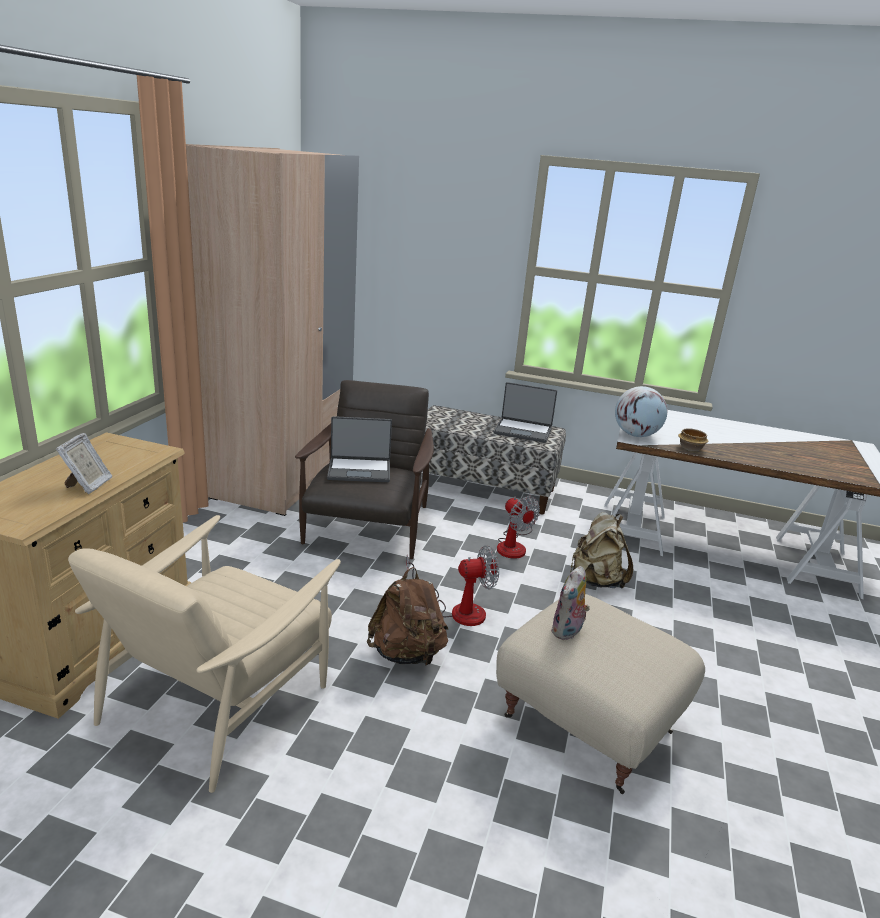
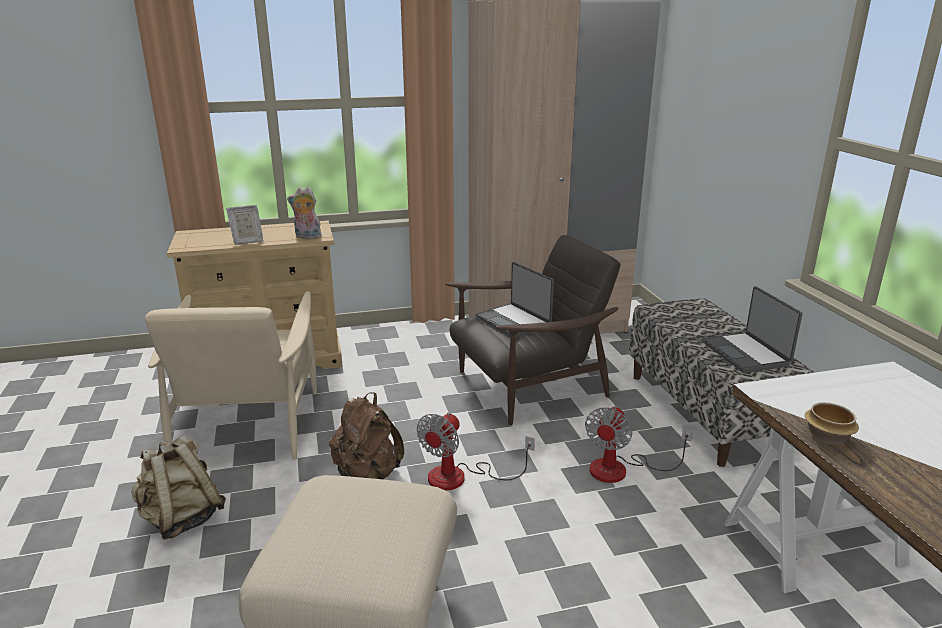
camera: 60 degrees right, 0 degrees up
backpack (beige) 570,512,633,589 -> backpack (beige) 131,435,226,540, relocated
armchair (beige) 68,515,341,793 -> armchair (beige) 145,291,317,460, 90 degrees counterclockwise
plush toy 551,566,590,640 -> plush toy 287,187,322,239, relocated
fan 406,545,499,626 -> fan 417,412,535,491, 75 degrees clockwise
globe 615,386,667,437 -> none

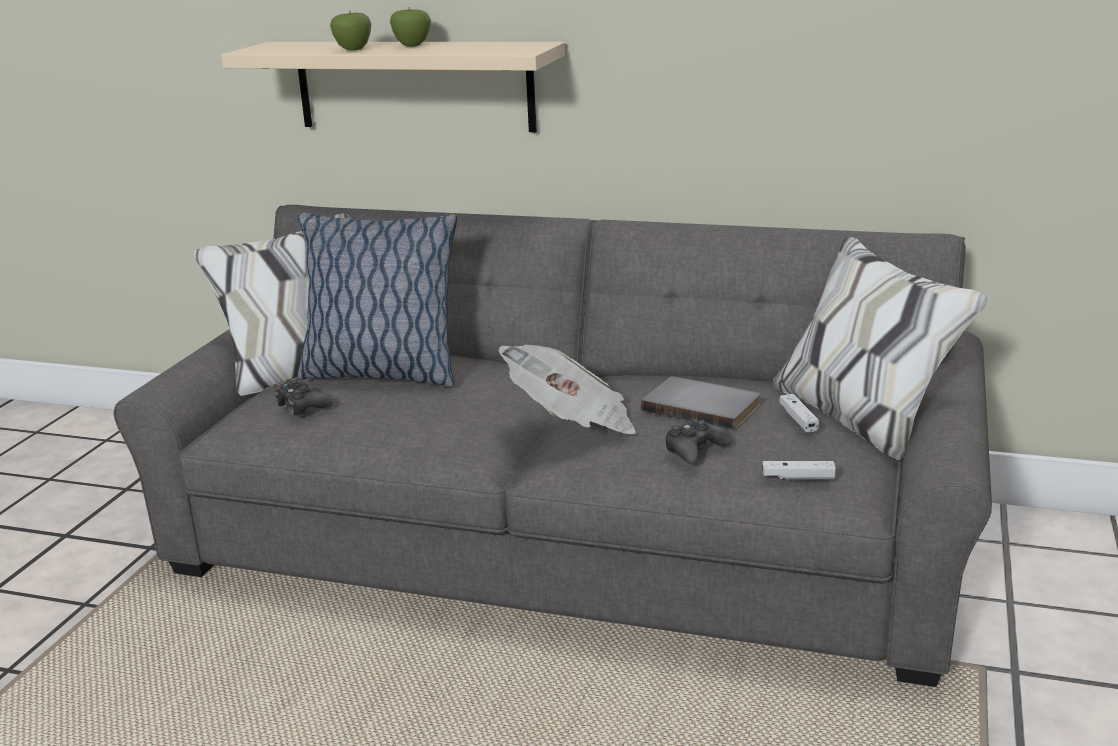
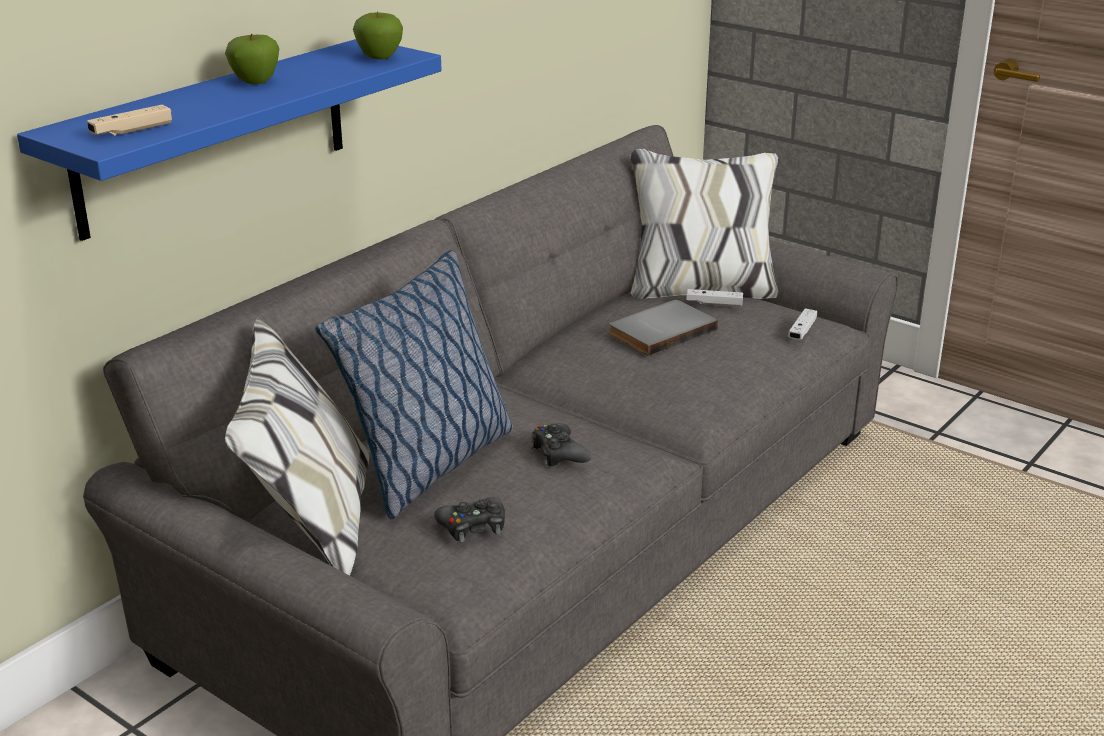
camera: 70 degrees left, 5 degrees up
shelf (beige) 221,42,565,132 -> shelf (blue) 17,39,441,241
none -> game controller (beige) 87,105,172,136
apple 330,11,371,50 -> apple 353,12,403,59, relocated
game controller (black) 666,419,732,464 -> game controller (black) 530,423,591,466, relocated
newspaper 499,345,636,434 -> none

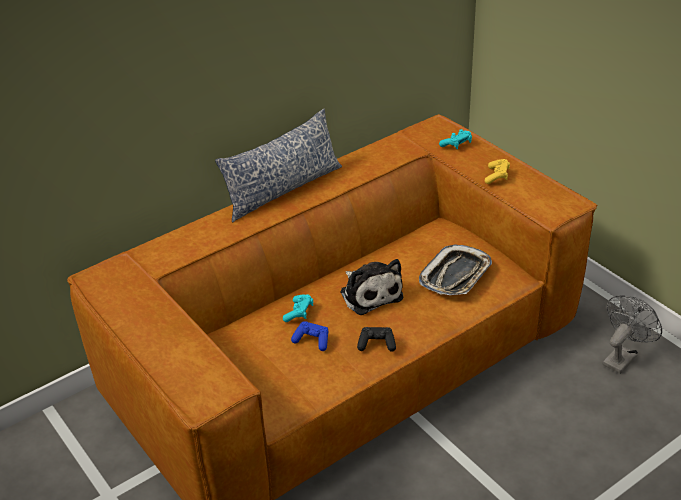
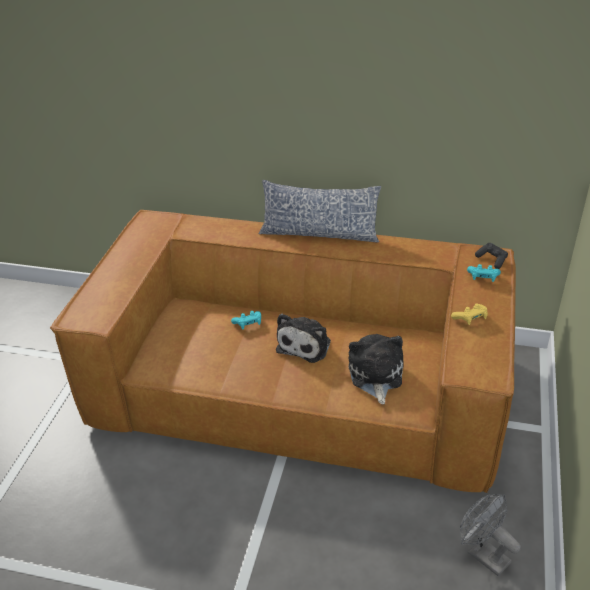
camera: 50 degrees right, 0 degrees up
tray 419,245,492,295 -> plush toy 348,334,404,404
fan (grey) 603,295,662,374 -> fan (grey) 460,494,521,576, 135 degrees counterclockwise
game controller (black) 357,327,396,352 -> game controller (black) 475,243,508,269, relocated
game controller (blue) 291,321,328,351 -> none

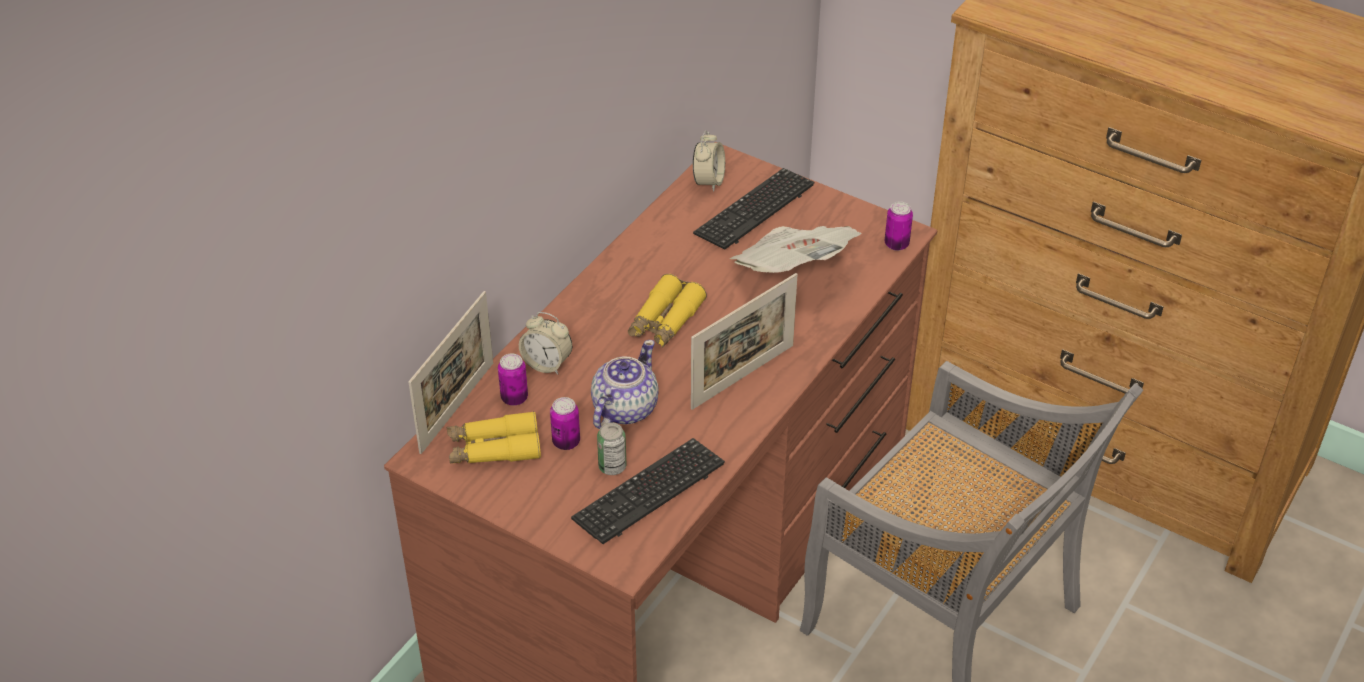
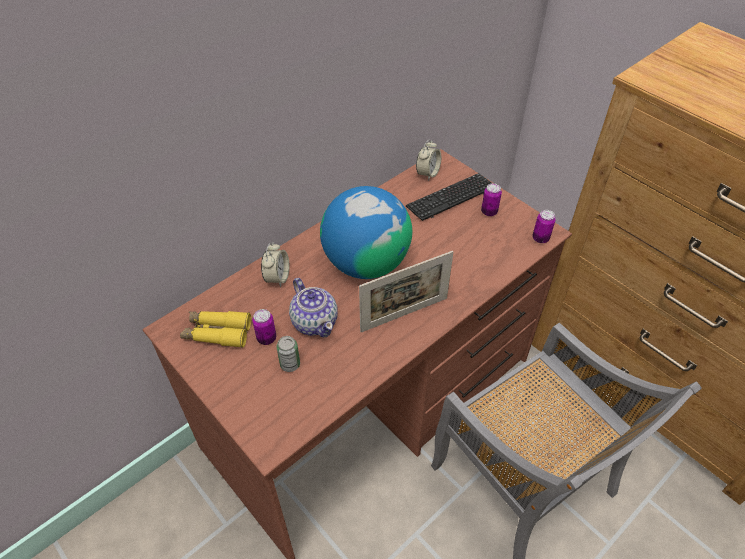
camera: 15 degrees right, 5 degrees up
alarm clock 519,312,572,374 -> alarm clock 261,243,290,287, 120 degrees counterclockwise
teapot 591,340,659,429 -> teapot 289,278,338,337, 105 degrees clockwise
binoculars (yellow) 628,274,707,347 -> globe 320,186,412,279
can 498,354,528,406 -> can 481,183,502,216, relocated
picture frame 408,291,493,454 -> none
keyboard 571,438,725,544 -> none
newspaper 730,226,861,273 -> none

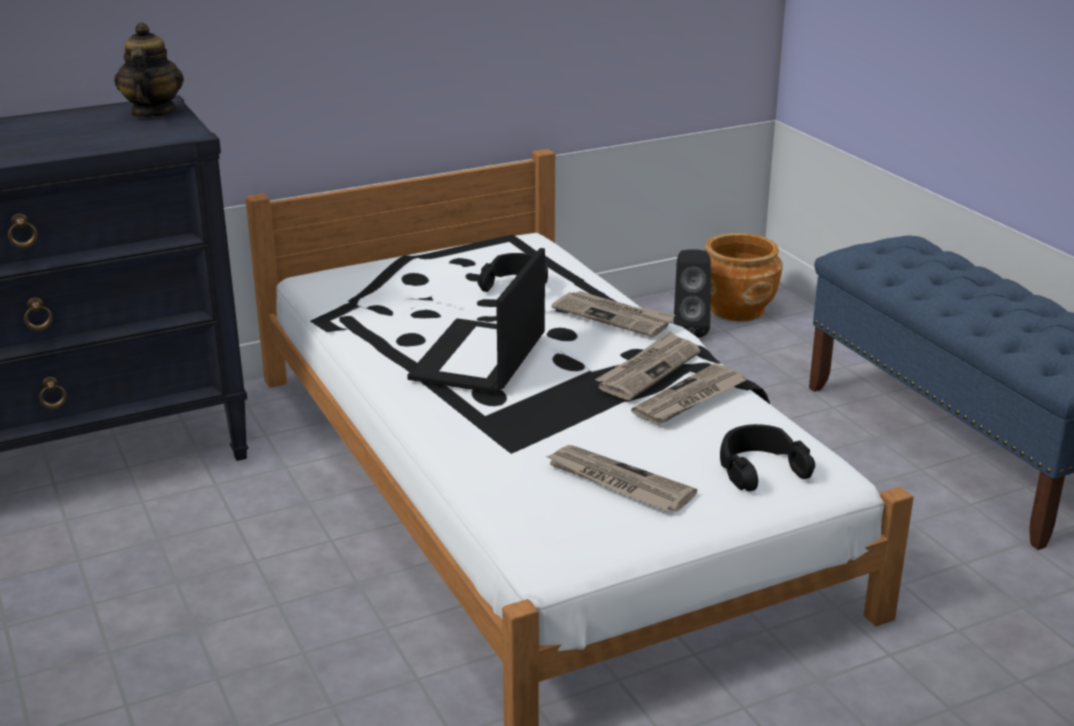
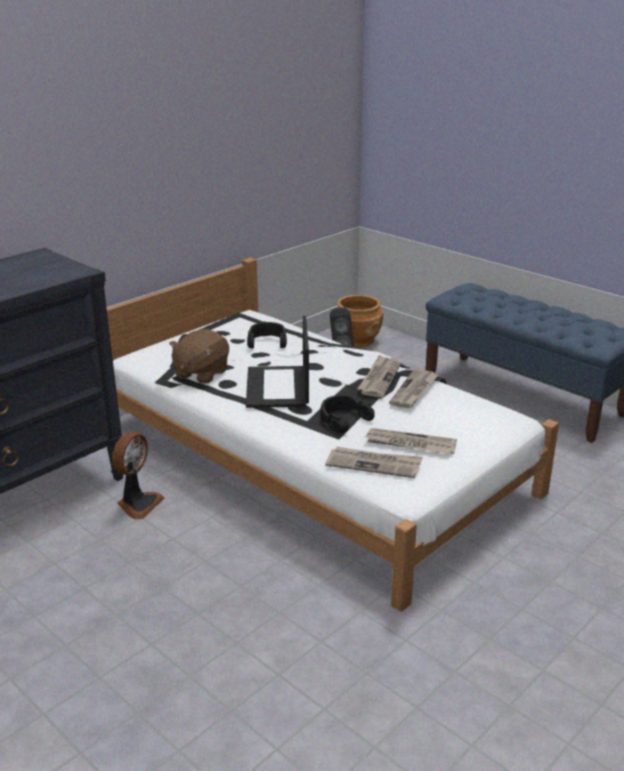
camera: 20 degrees left, 0 degrees up
none -> fan 112,432,164,519
none -> plush toy (brown) 169,329,229,384
headphones (black) 720,424,815,492 -> headphones (black) 320,395,375,433, relocated
newspaper 552,291,675,337 -> newspaper 325,447,423,478, relocated
teapot 114,22,184,118 -> none

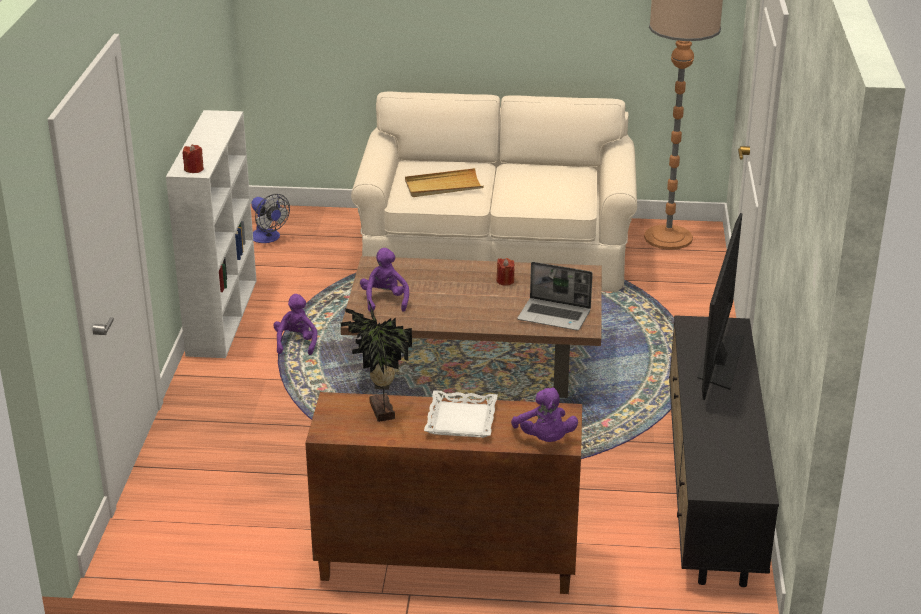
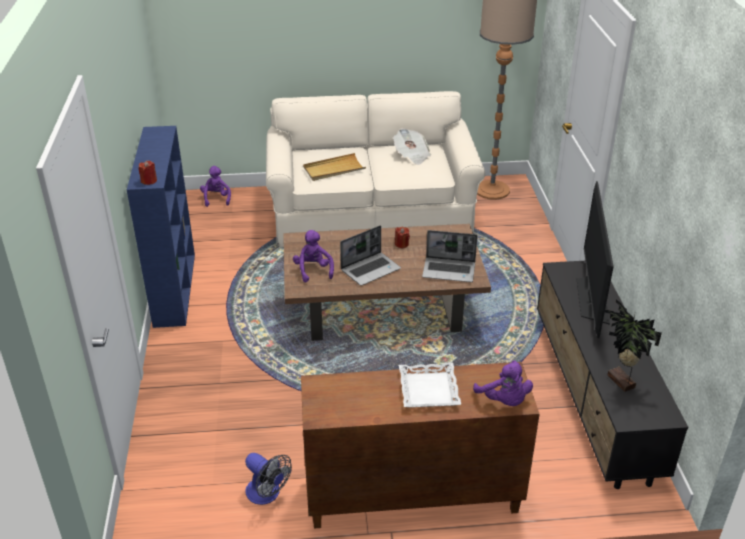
camera: 10 degrees left, 5 degrees up
bookcase (white) 166,110,257,358 -> bookcase (blue) 127,126,195,328
plush toy (purple) 273,294,317,355 -> plush toy (purple) 200,166,231,207, relocated
fan 251,194,290,243 -> fan 245,453,292,505, relocated
none -> laptop 340,225,401,286
none -> newspaper 393,128,431,165
potted plant 341,299,412,422 -> potted plant 605,299,662,392, relocated

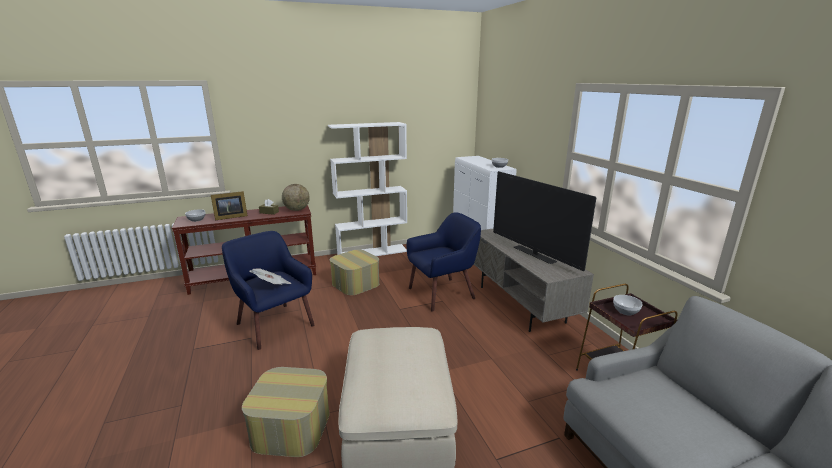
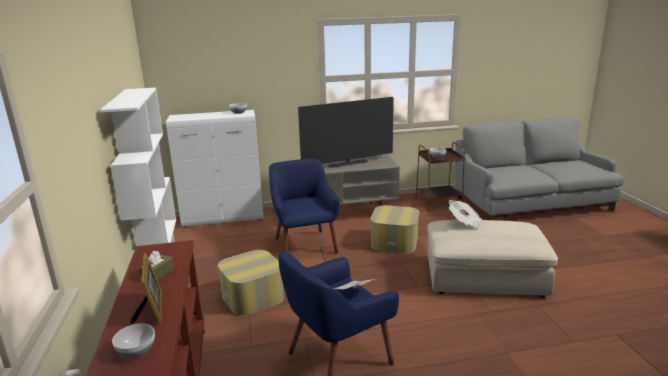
camera: 80 degrees left, 0 degrees up
ottoman 242,367,330,457 -> ottoman 370,205,419,254, relocated
none -> newspaper 449,200,483,230
globe 282,184,310,211 -> none

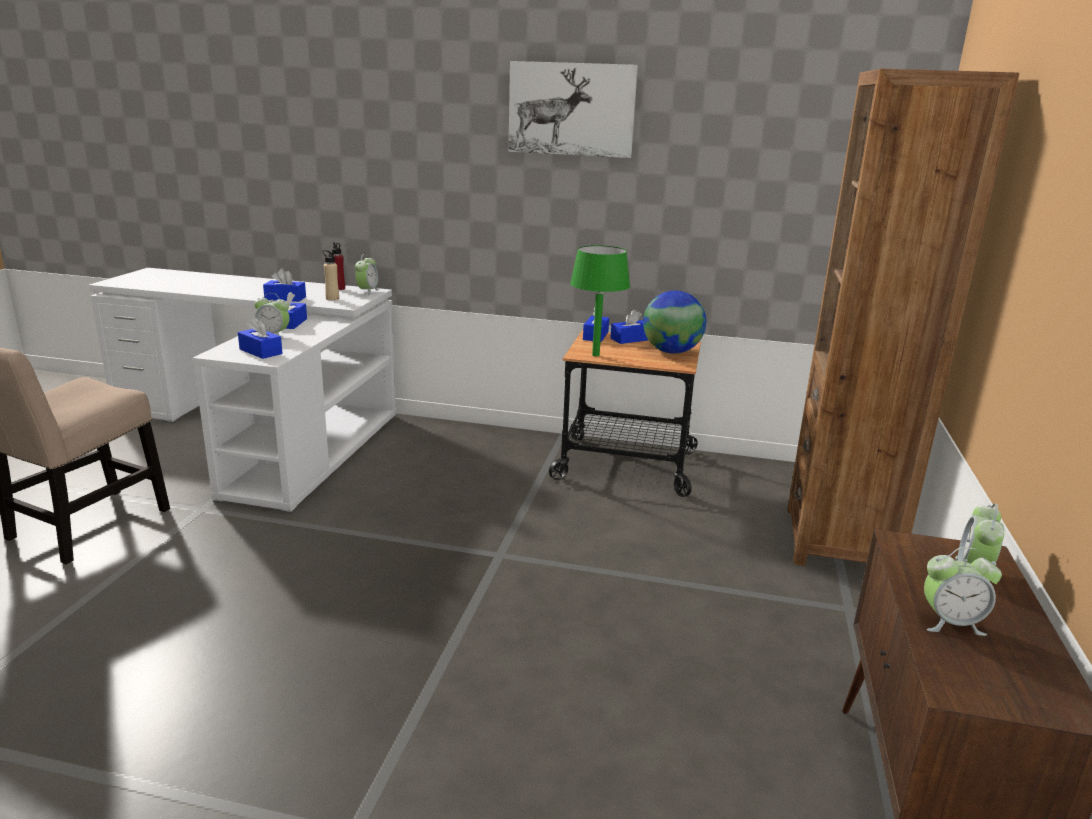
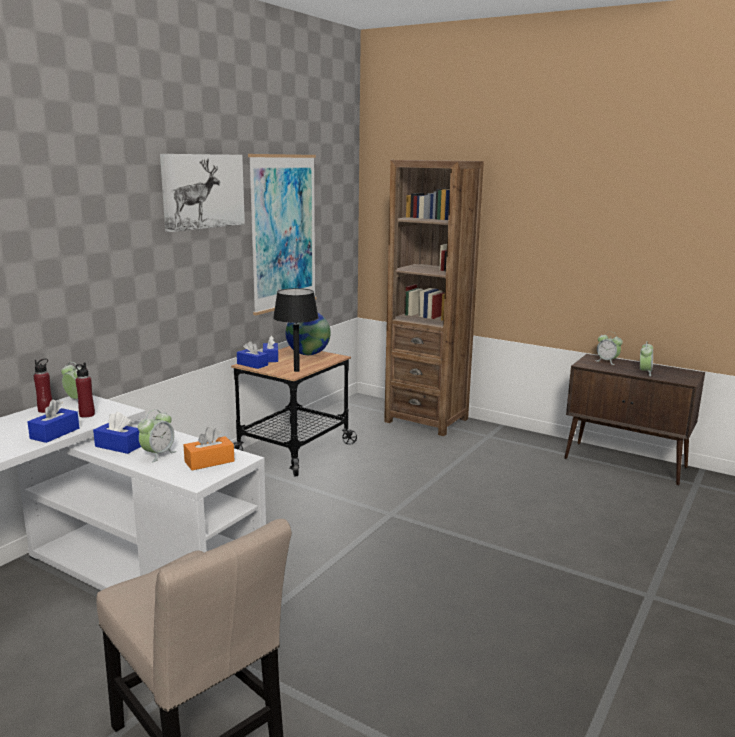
camera: 70 degrees left, 5 degrees down
bottle (beige) 322,250,339,300 -> bottle (red) 76,362,95,418
tissue box (blue) 238,317,283,359 -> tissue box (orange) 184,427,235,470
none -> picture 248,154,317,315
table lamp (green) 570,245,630,356 -> table lamp (black) 273,288,319,372

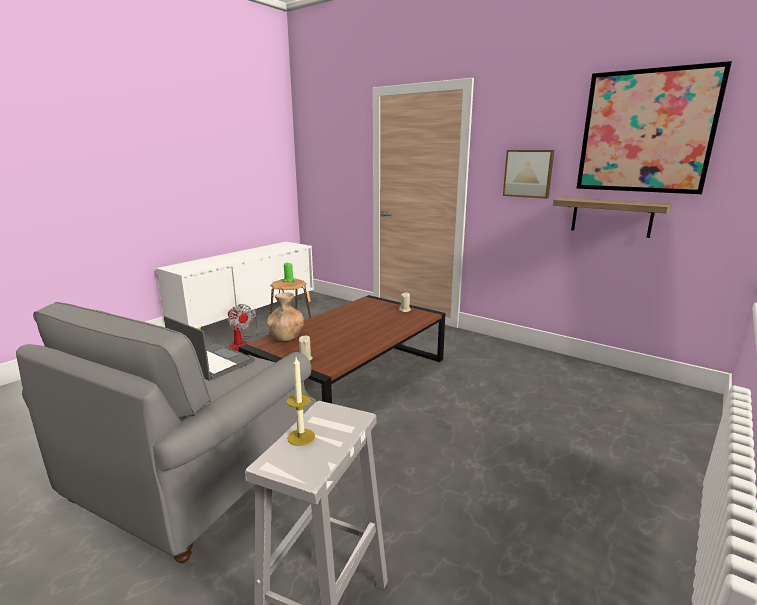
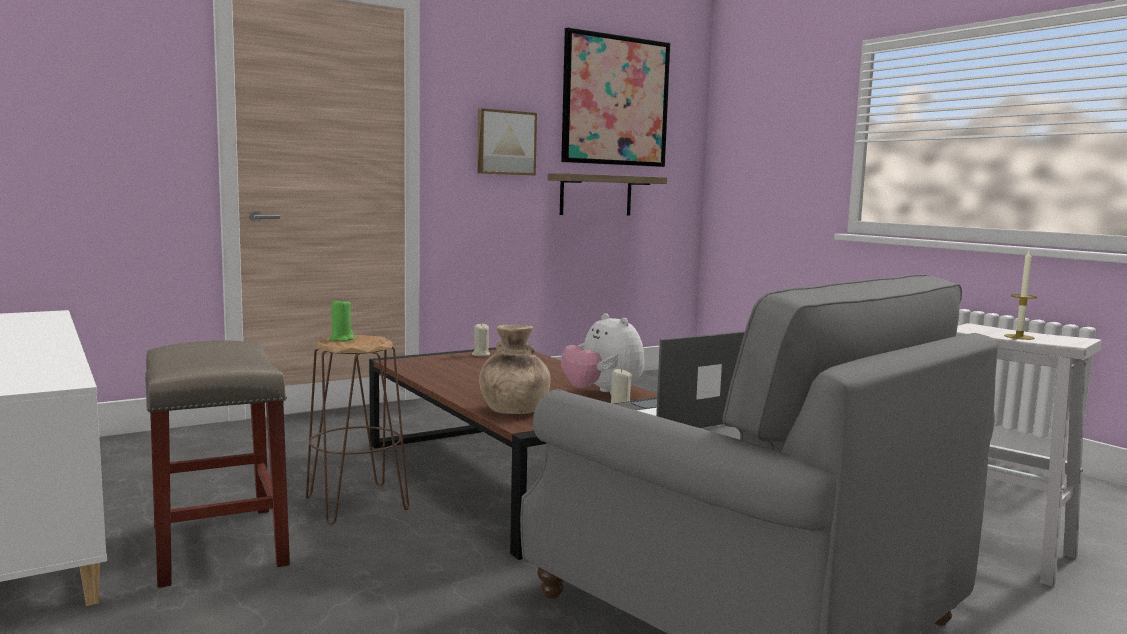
camera: 70 degrees left, 10 degrees down
fan 228,304,259,352 -> stool (beige) 145,340,290,588
none -> plush toy 561,313,644,394

